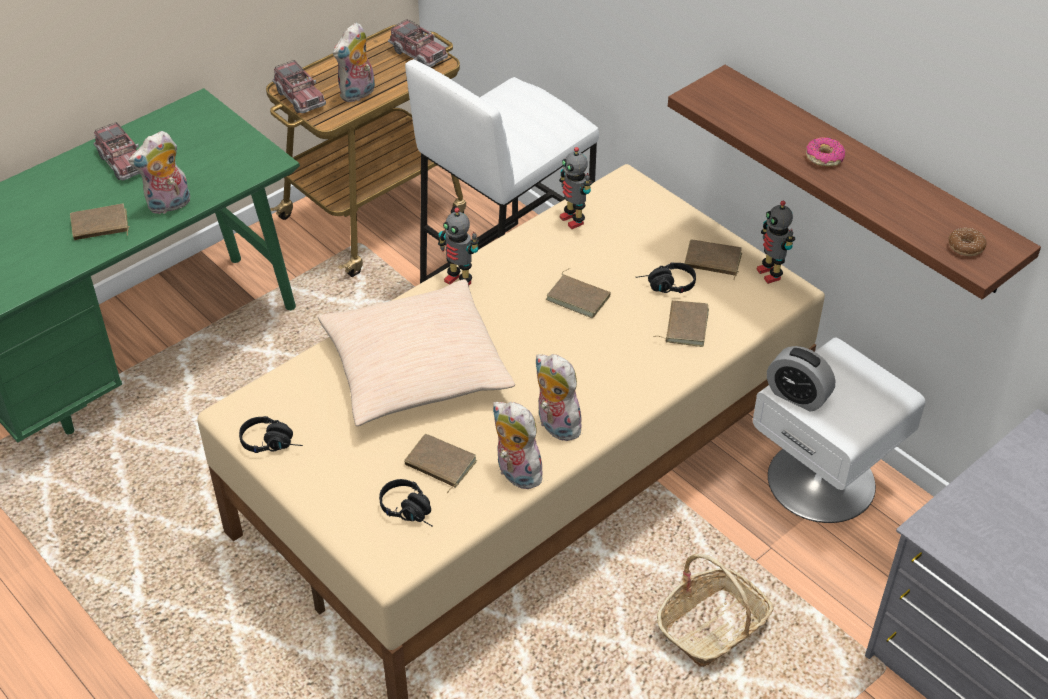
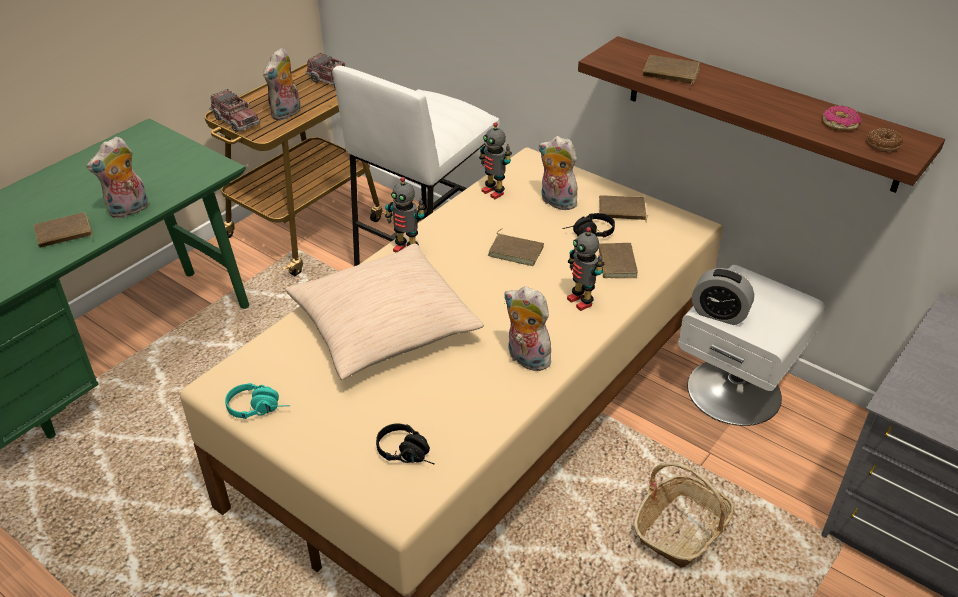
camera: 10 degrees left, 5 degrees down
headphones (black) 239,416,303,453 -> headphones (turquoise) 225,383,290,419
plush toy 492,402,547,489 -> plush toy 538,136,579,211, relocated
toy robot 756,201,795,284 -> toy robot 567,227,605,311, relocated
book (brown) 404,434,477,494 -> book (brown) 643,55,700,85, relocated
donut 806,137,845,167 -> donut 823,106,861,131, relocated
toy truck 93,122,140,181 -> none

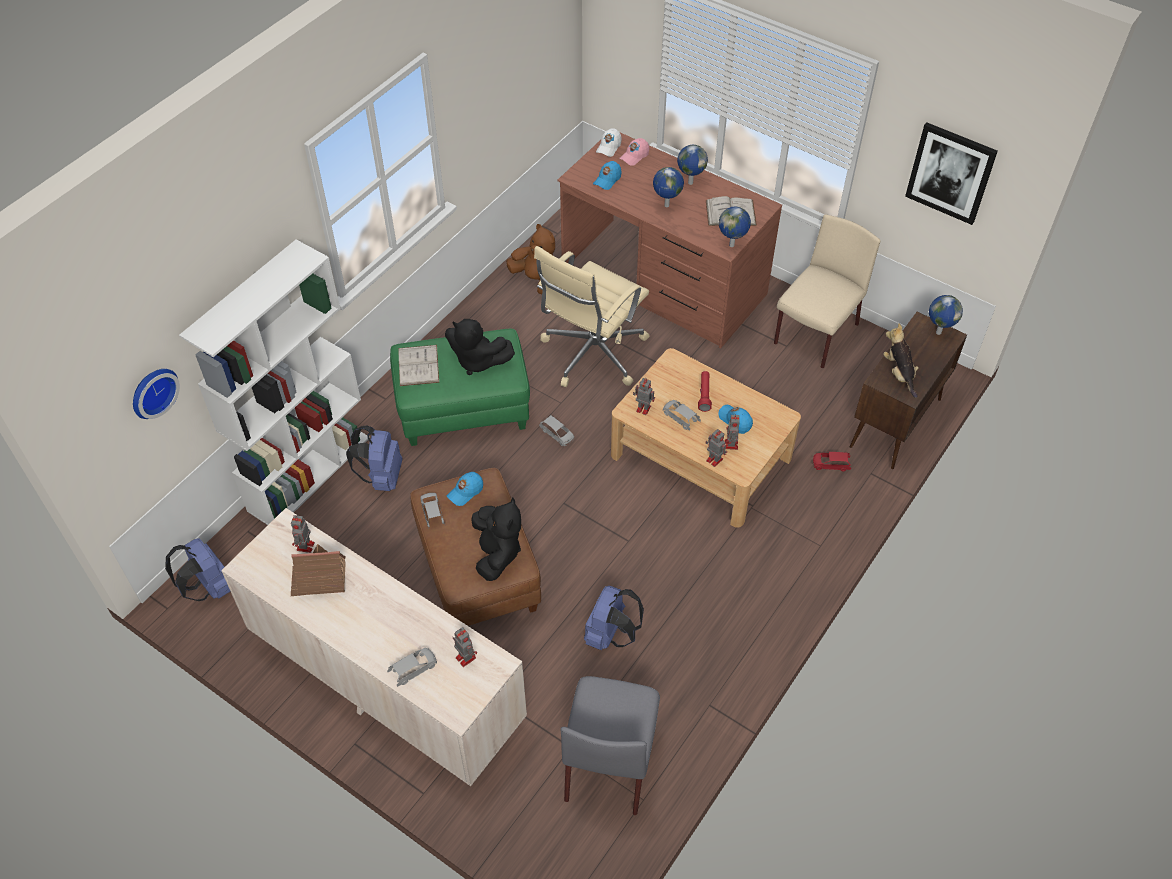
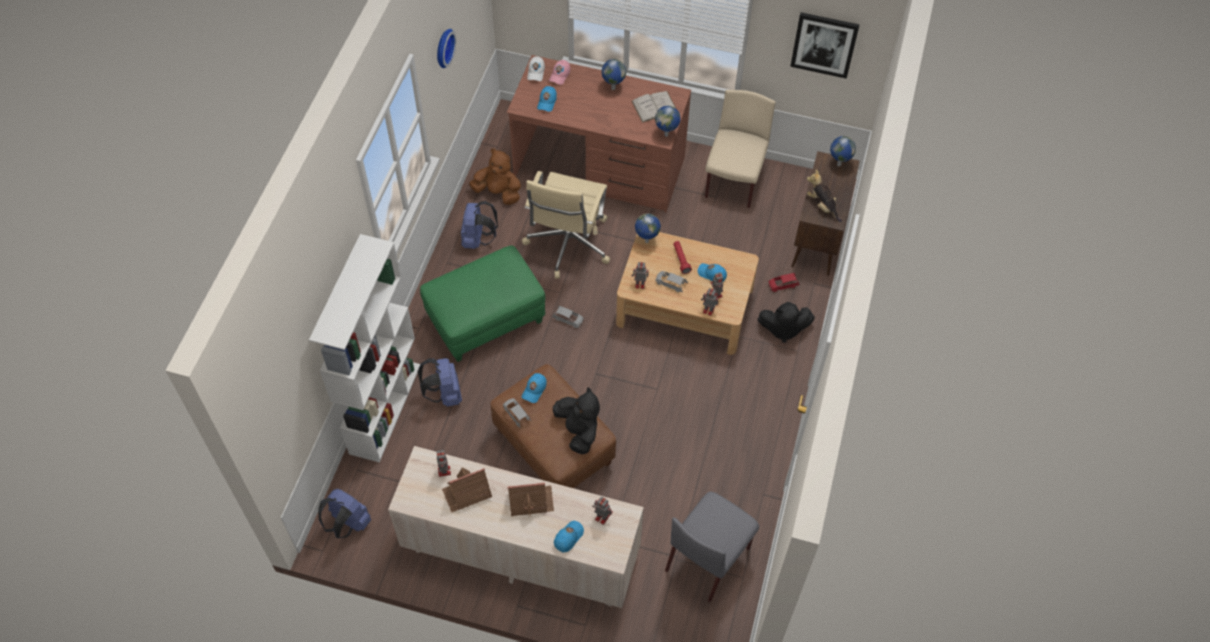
camera: 20 degrees left, 5 degrees up
wall clock 133,369,180,419 -> wall clock 437,29,456,68, relocated
backpack (blue) 584,586,644,650 -> backpack (blue) 461,201,498,249, relocated
none -> toy house 508,482,554,516
toy car (grey) 387,648,437,687 -> cap (blue) 554,521,584,552
globe 653,167,684,207 -> globe 635,213,661,243, relocated
chair (grey) 561,676,660,815 -> chair (grey) 665,491,759,602, 45 degrees clockwise
plush toy (black) 445,319,515,375 -> plush toy (black) 758,302,815,343, relocated
book (white) 398,345,439,386 -> none

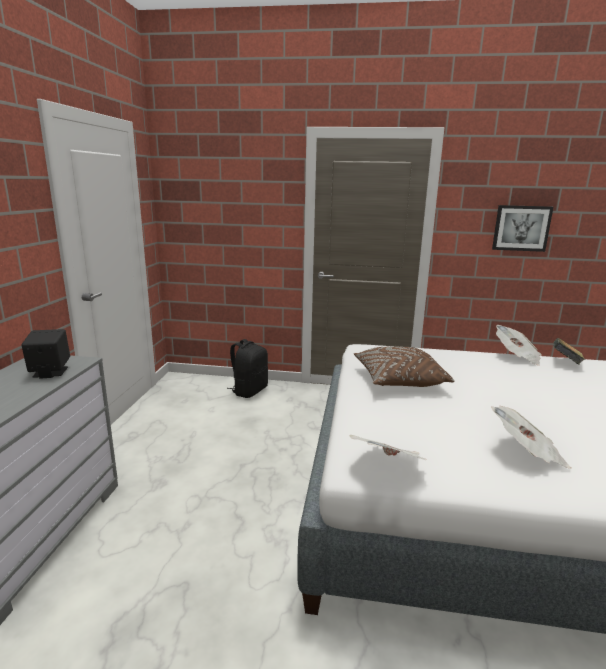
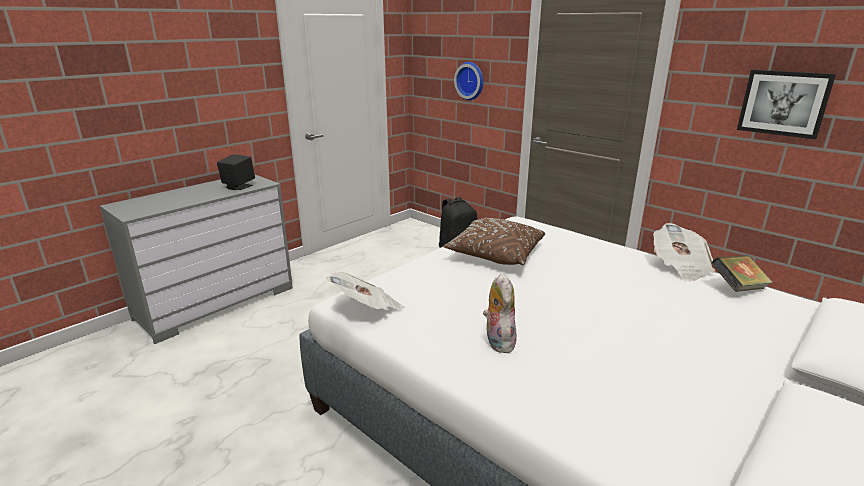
camera: 35 degrees right, 5 degrees up
none -> wall clock 454,62,483,100
newspaper 491,406,571,469 -> plush toy 483,273,517,353

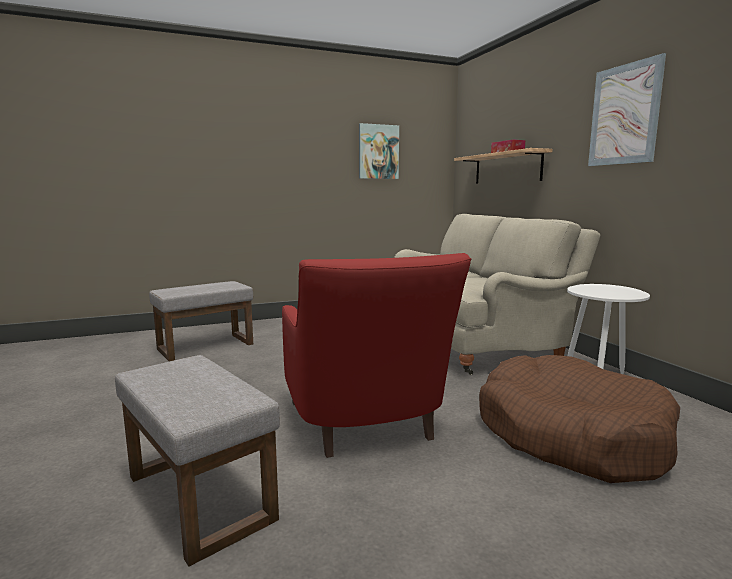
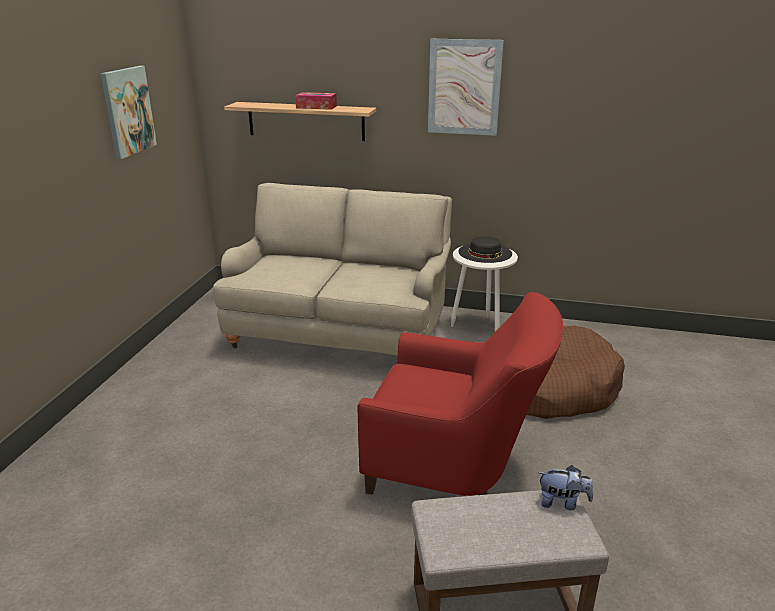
camera: 55 degrees left, 15 degrees up
none -> hat (black) 459,236,512,263
none -> plush toy 539,465,593,510
ottoman (grey) 149,281,253,361 -> none

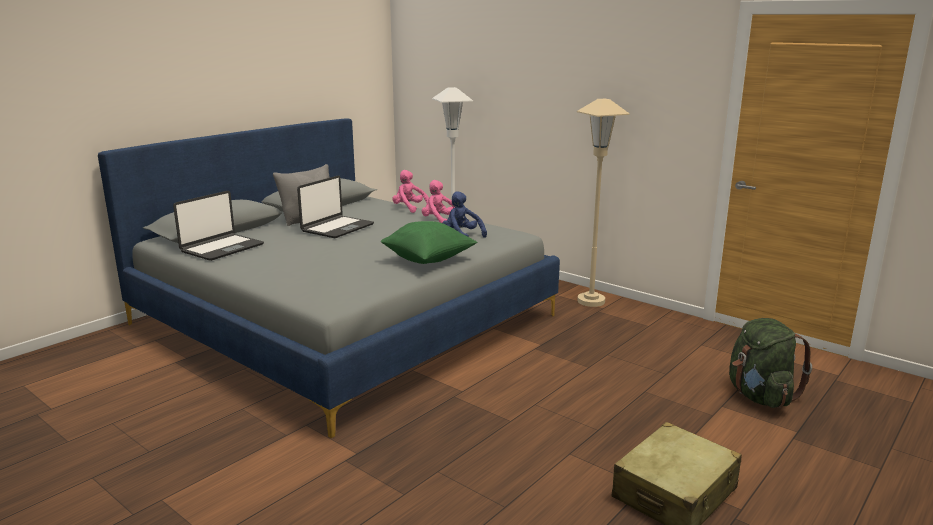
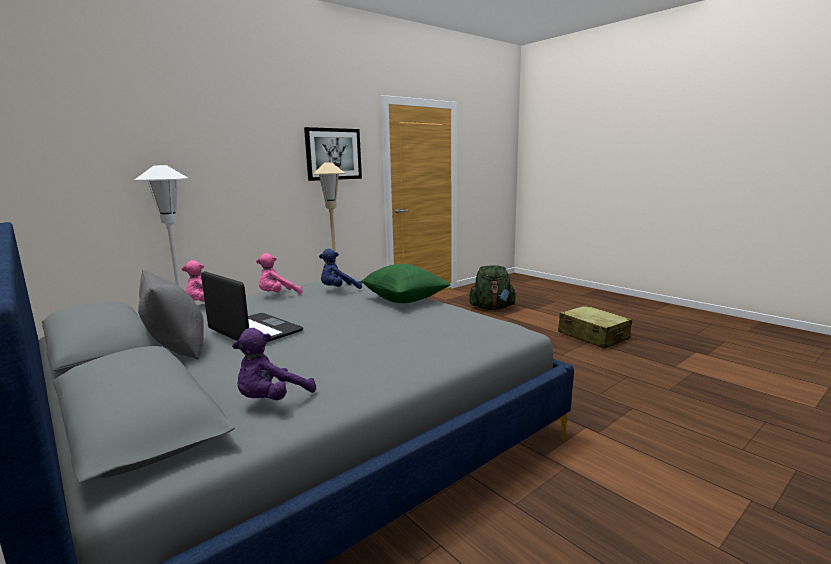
camera: 80 degrees left, 5 degrees down
laptop 173,191,264,261 -> plush toy (purple) 232,328,316,400
none -> picture 304,127,362,181

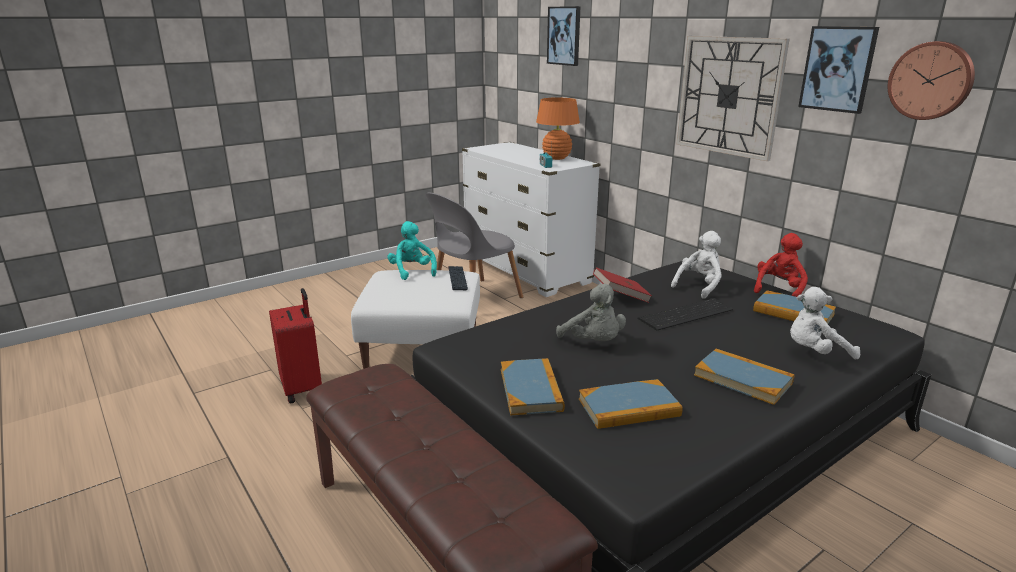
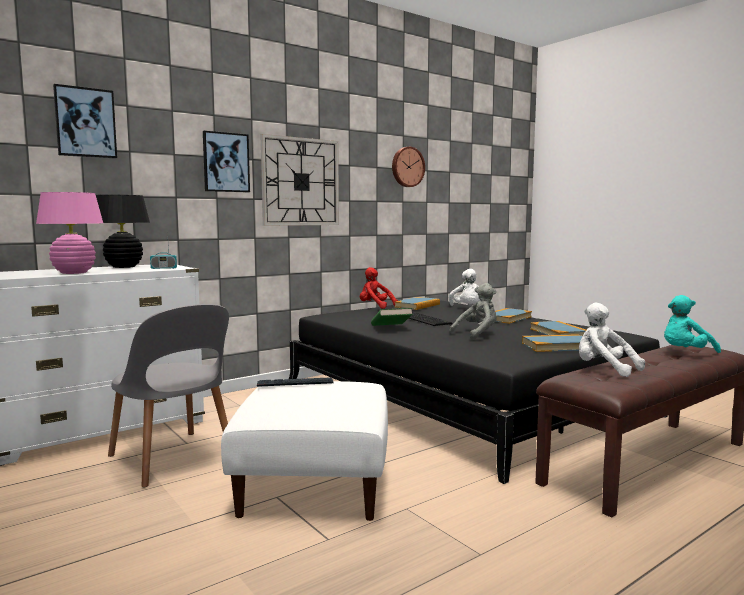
camera: 90 degrees left, 15 degrees down
none -> table lamp (pink) 36,192,103,274
table lamp (orange) 536,97,580,160 -> table lamp (black) 96,195,150,268
picture 798,26,879,114 -> picture 203,131,250,192, relocated
book (red) 593,267,652,303 -> book (green) 371,308,413,326
plush toy (white) 671,231,722,299 -> plush toy (white) 579,303,645,377, relocated
plush toy (turquoise) 387,221,437,280 -> plush toy (turquoise) 664,295,721,353, relocated
suitcase (red) 269,288,322,404 -> none

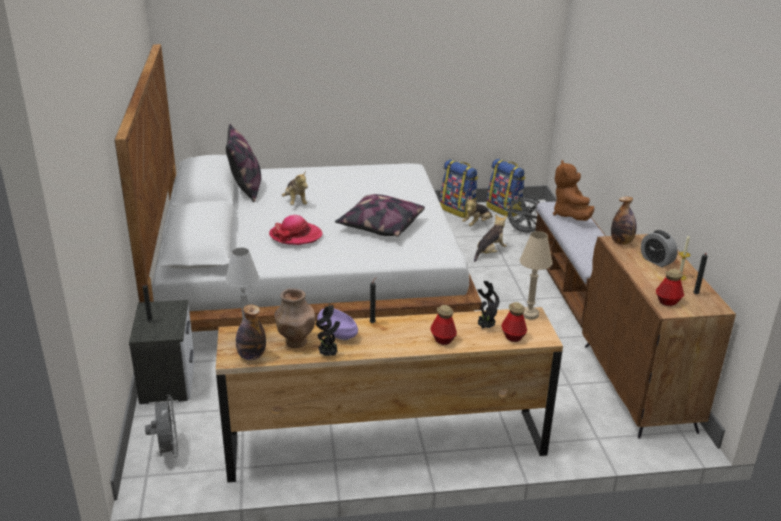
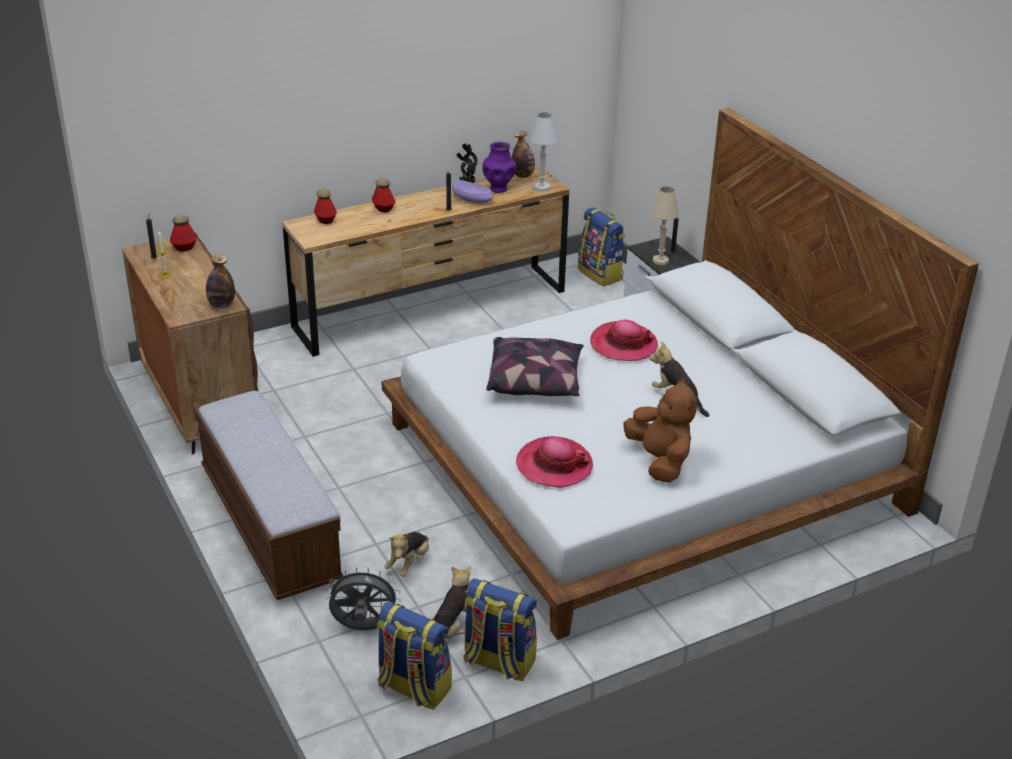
camera: 160 degrees right, 5 degrees up
vase (brown) 275,288,315,348 -> vase (purple) 482,142,516,193
none -> hat 516,436,593,488
fan (grey) 145,395,178,457 -> backpack 578,207,625,286
plush toy (brown) 553,160,594,221 -> plush toy (brown) 624,378,697,483, relocated
table lamp (beige) 520,231,552,320 -> table lamp (beige) 651,186,679,265, relocated
pillow 226,124,261,202 -> none
potted plant 477,281,499,329 -> none
alarm clock 641,230,678,267 -> none

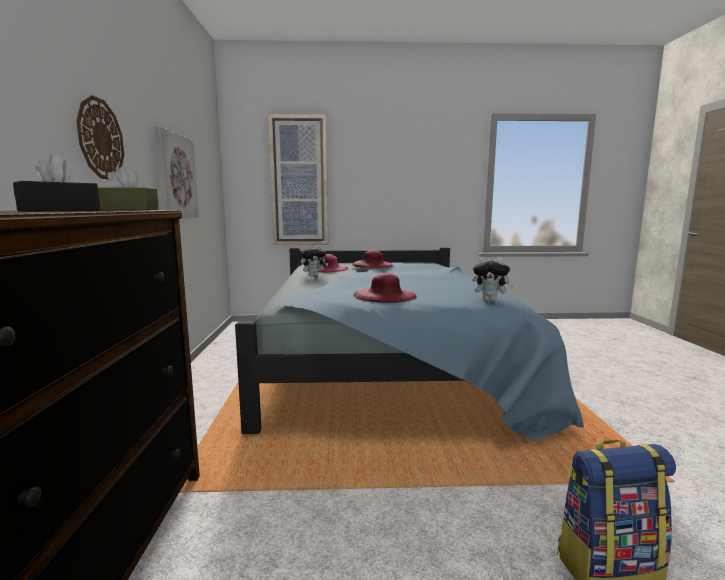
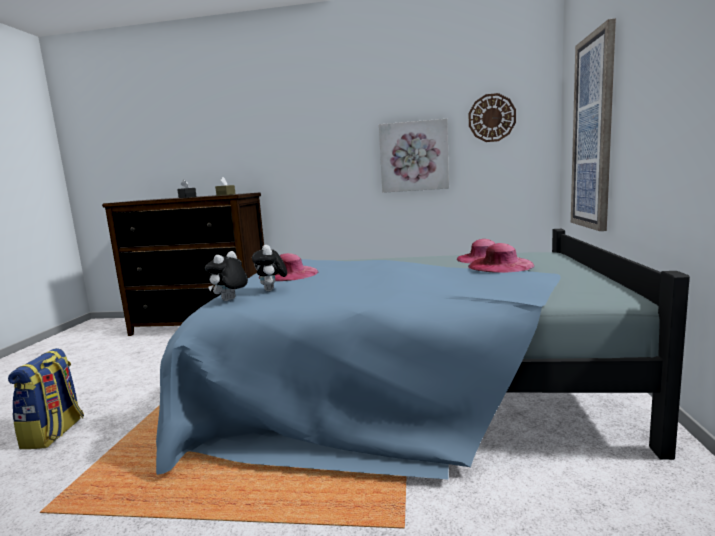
camera: 100 degrees right, 0 degrees up
plush toy 301,245,328,277 -> plush toy 252,245,287,291, relocated
wall clock 76,95,124,180 -> wall clock 469,93,516,142, relocated

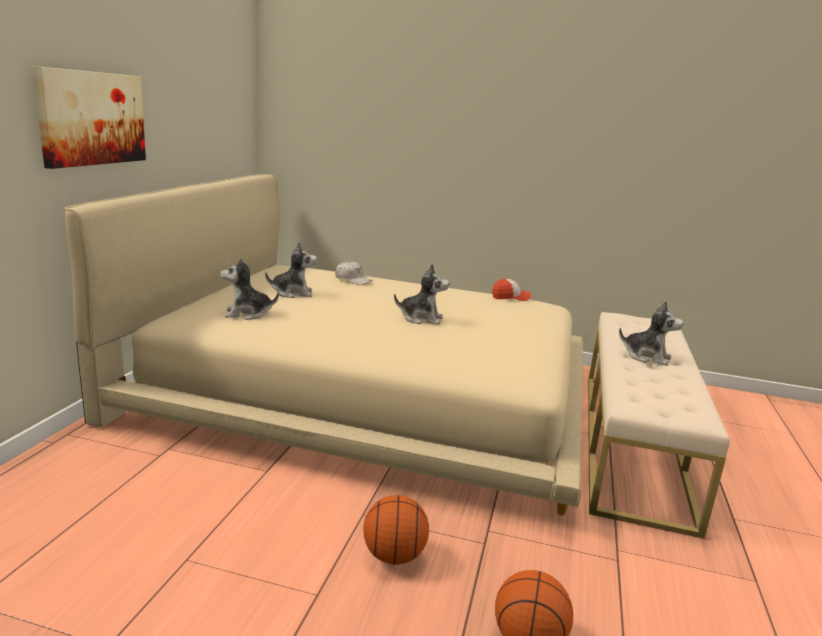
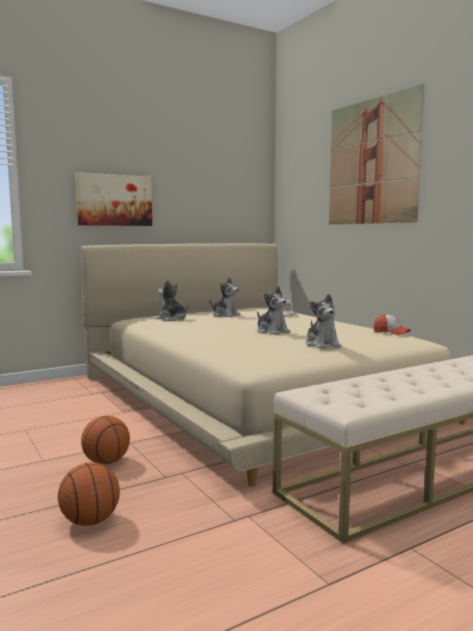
camera: 45 degrees right, 10 degrees down
plush toy 619,301,684,366 -> plush toy 306,294,341,349, relocated
none -> picture 329,84,424,224

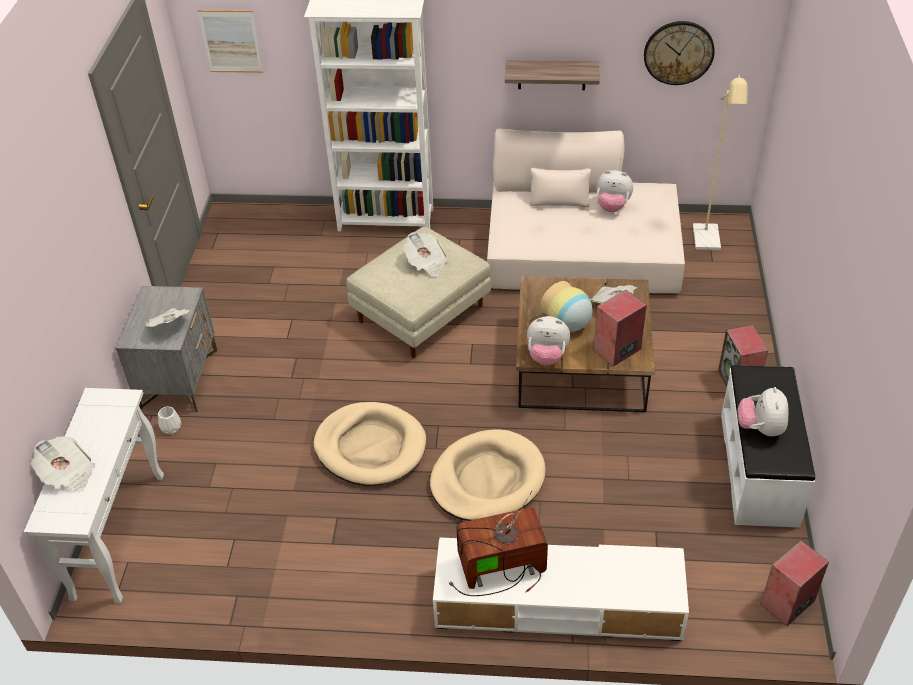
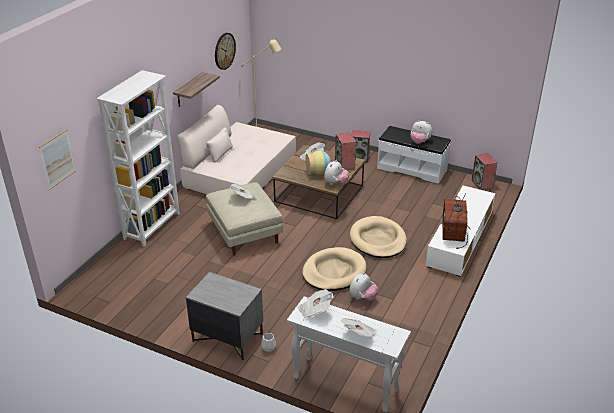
camera: 70 degrees left, 10 degrees down
newspaper 146,308,190,327 -> newspaper 298,289,334,318, relocated
plush toy 596,170,633,212 -> plush toy 349,272,379,301, relocated

